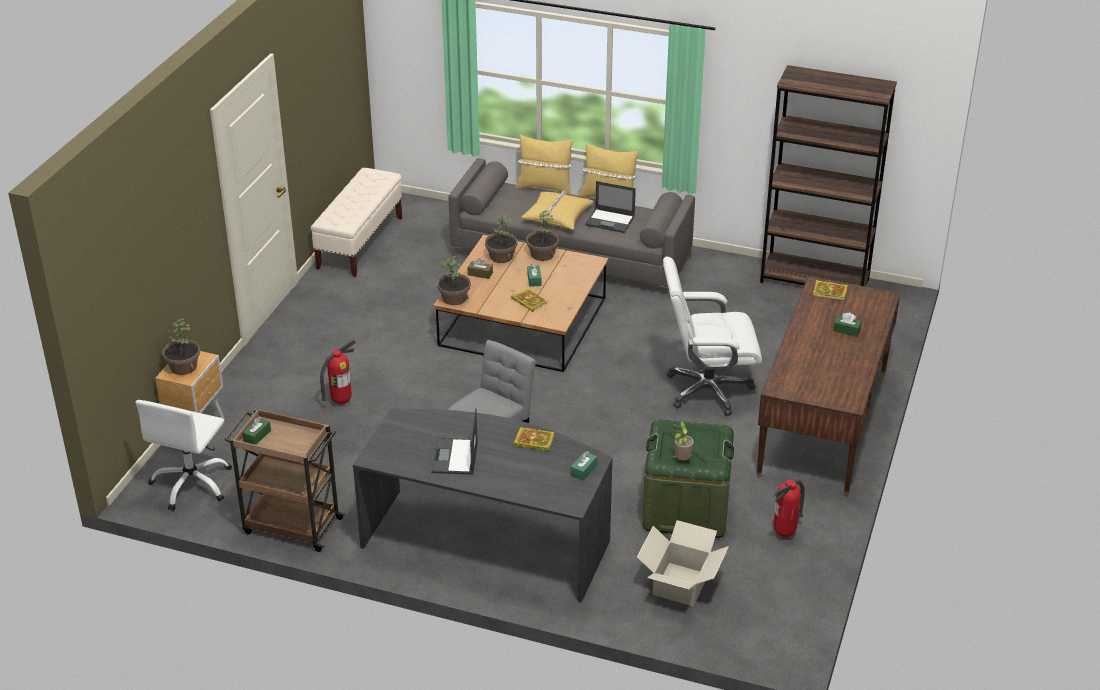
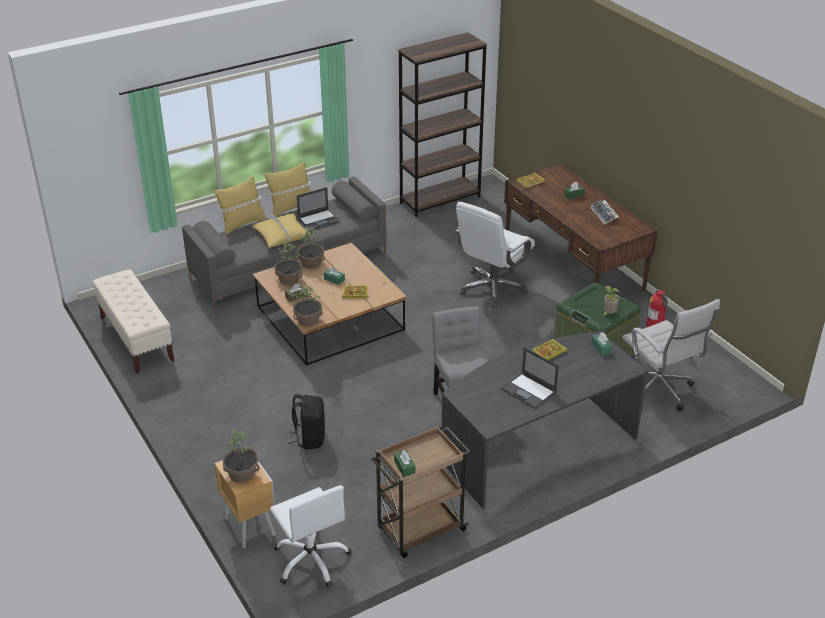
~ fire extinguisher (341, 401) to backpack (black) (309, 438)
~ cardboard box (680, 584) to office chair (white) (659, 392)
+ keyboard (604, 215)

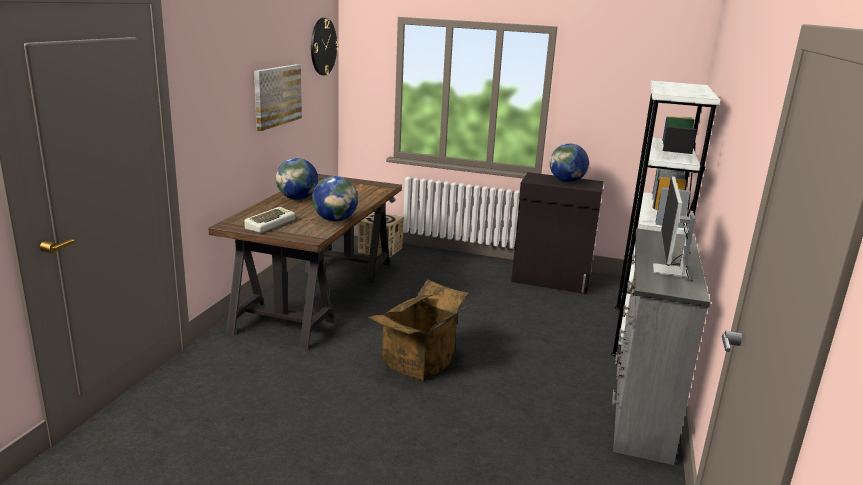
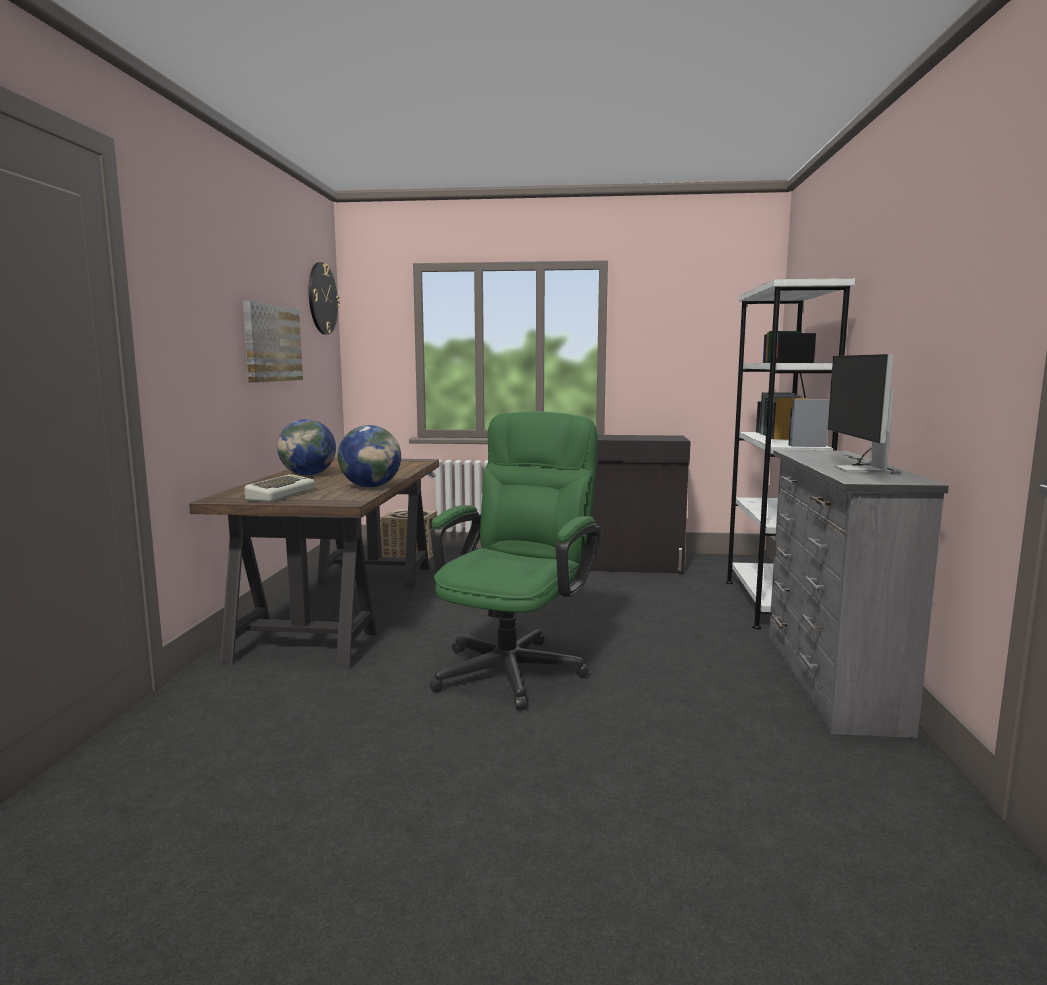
~ cardboard box (420, 363) to office chair (green) (516, 666)
- globe (566, 181)

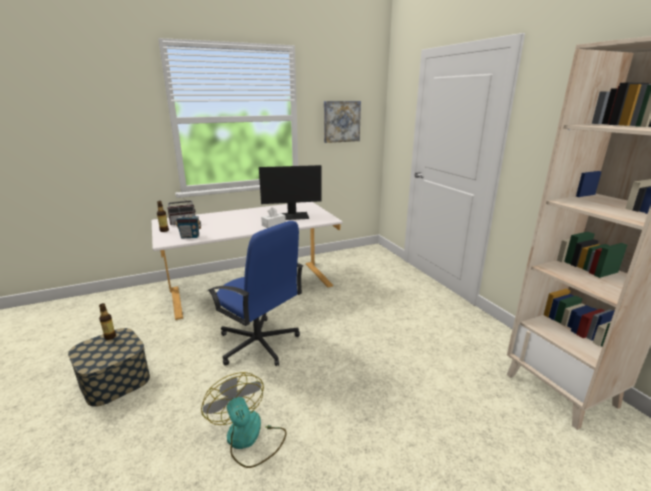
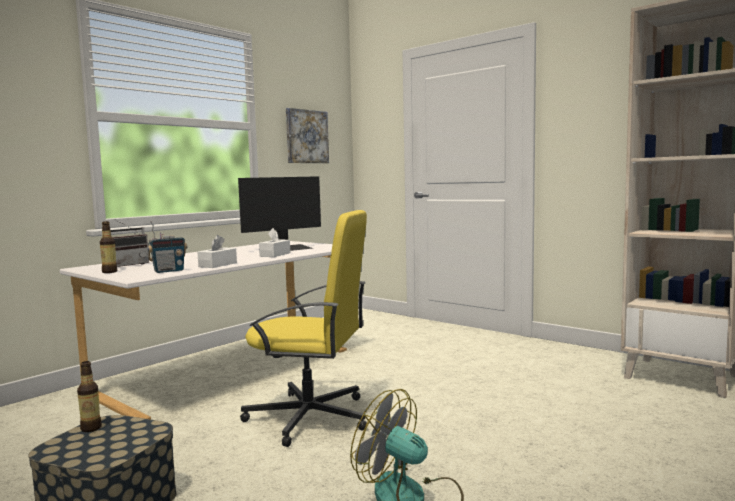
~ office chair (blue) (259, 344) to office chair (yellow) (310, 417)
+ tissue box (white) (218, 265)

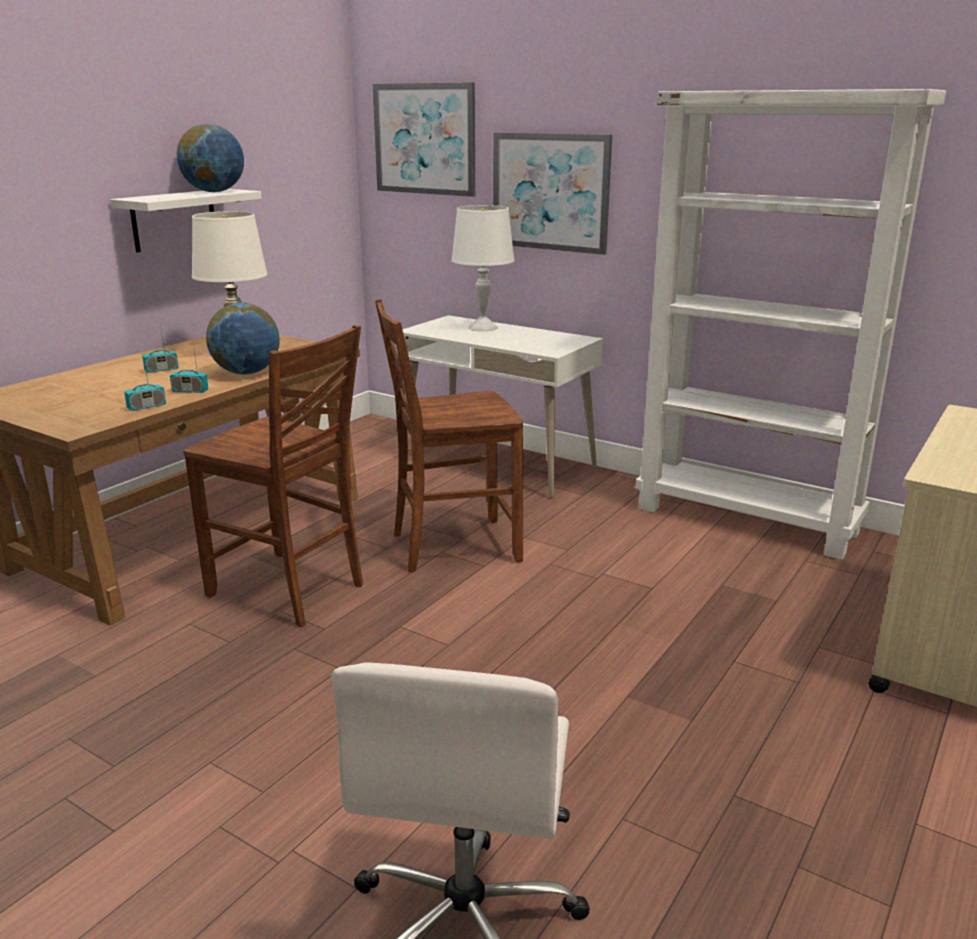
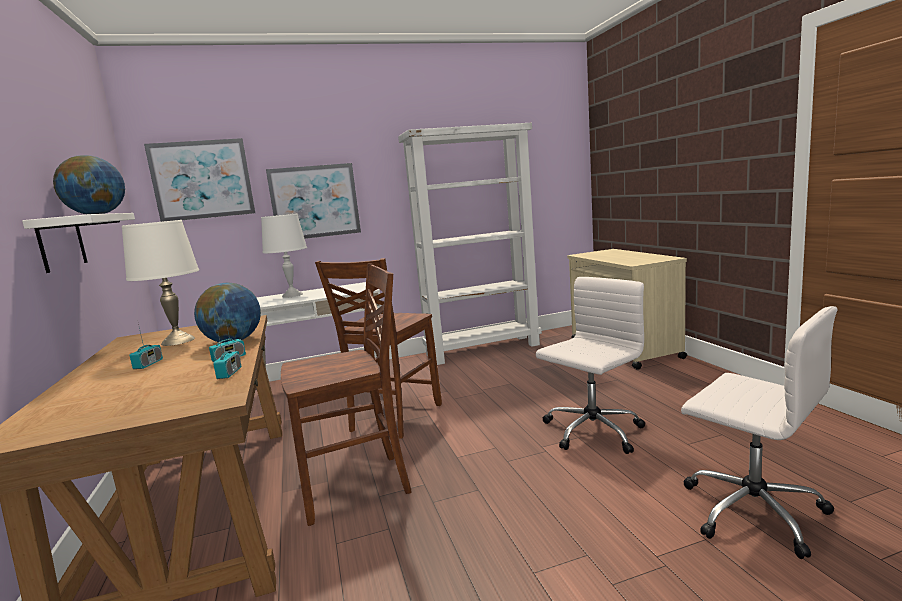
+ office chair (white) (591, 432)

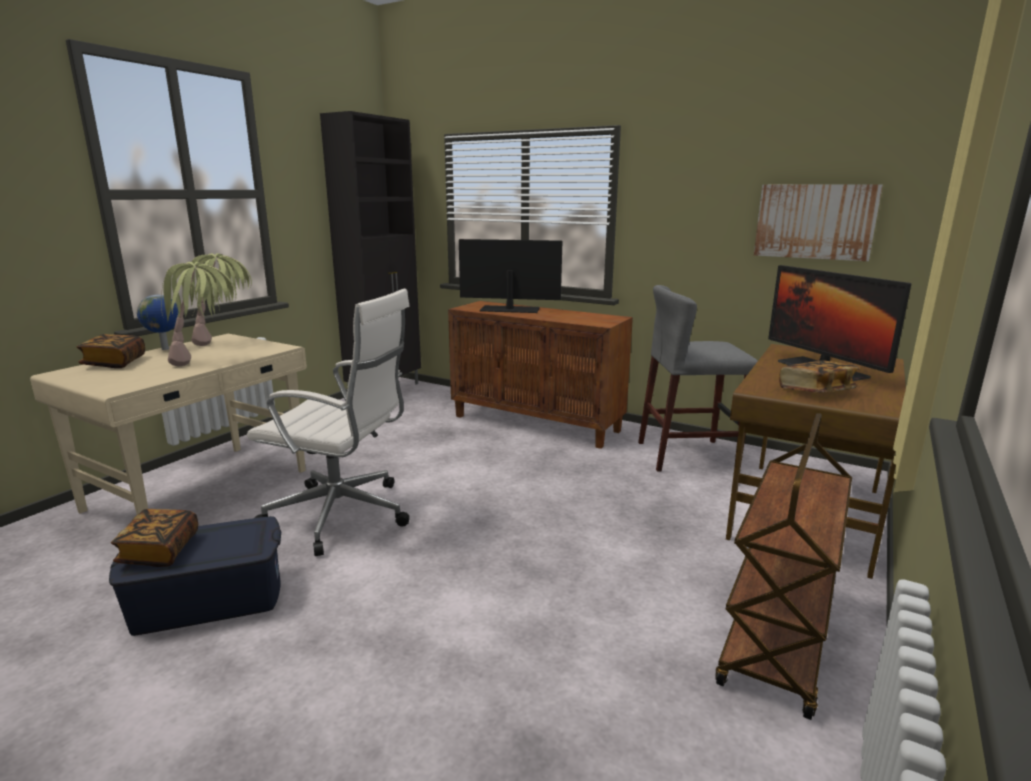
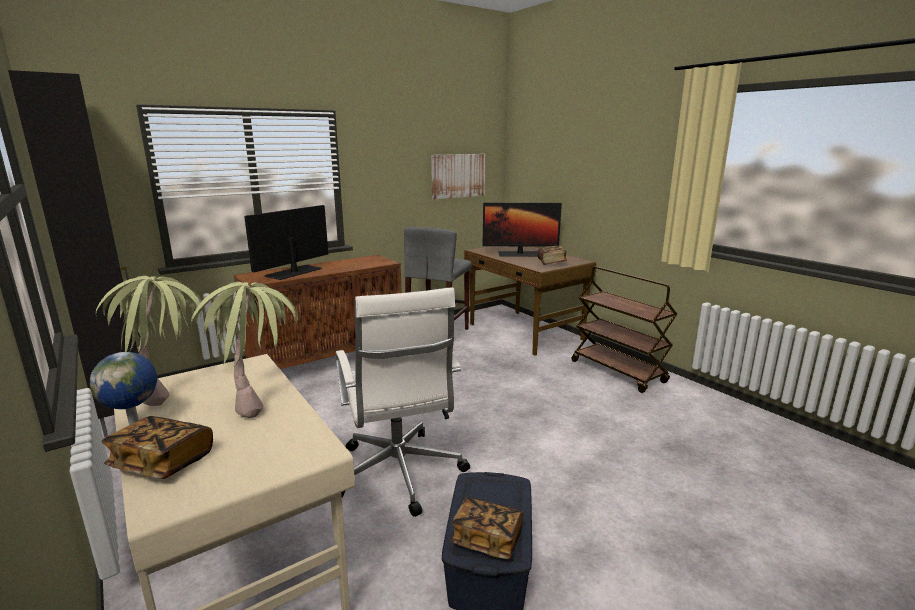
~ office chair (white) (343, 515) = (399, 474) 120 degrees clockwise

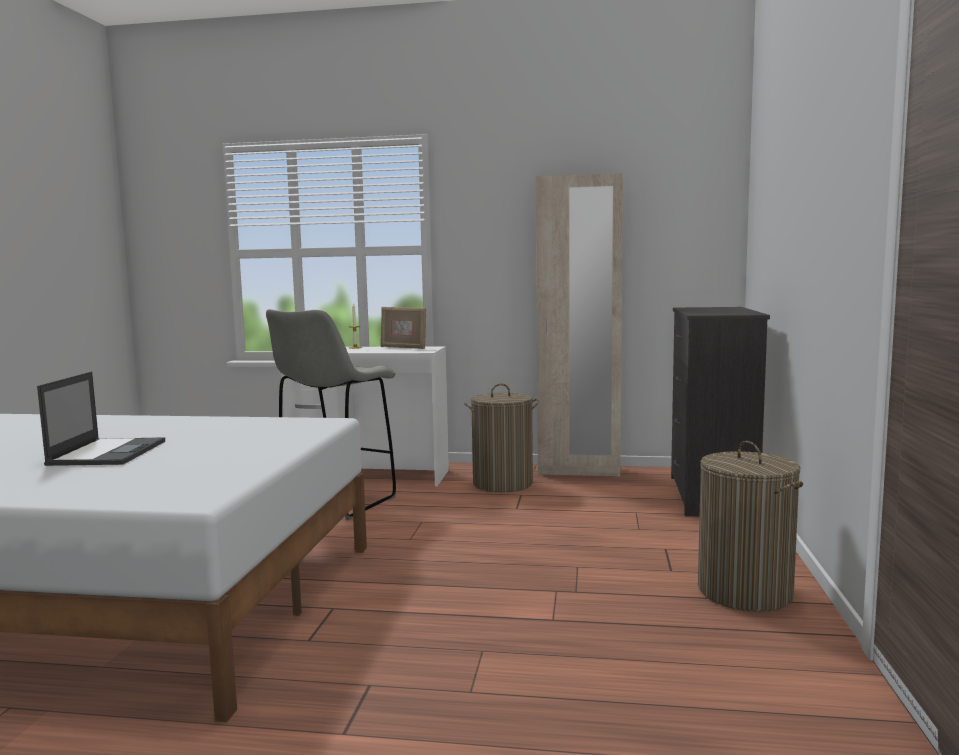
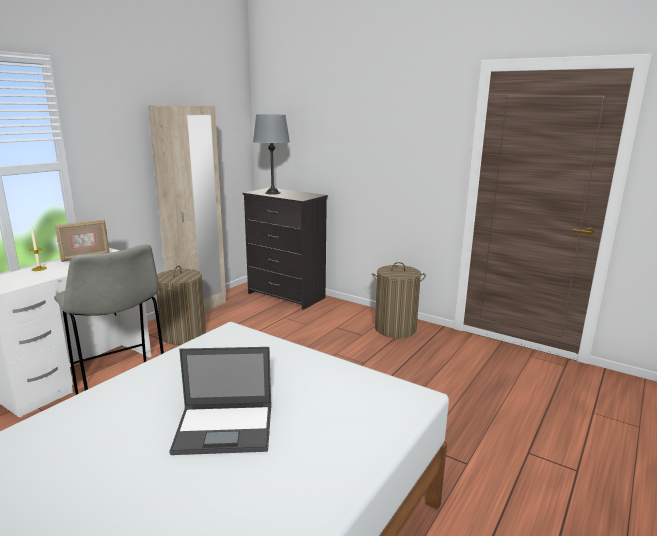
~ laptop (108, 452) = (225, 428) 150 degrees clockwise
+ table lamp (grey) (272, 193)

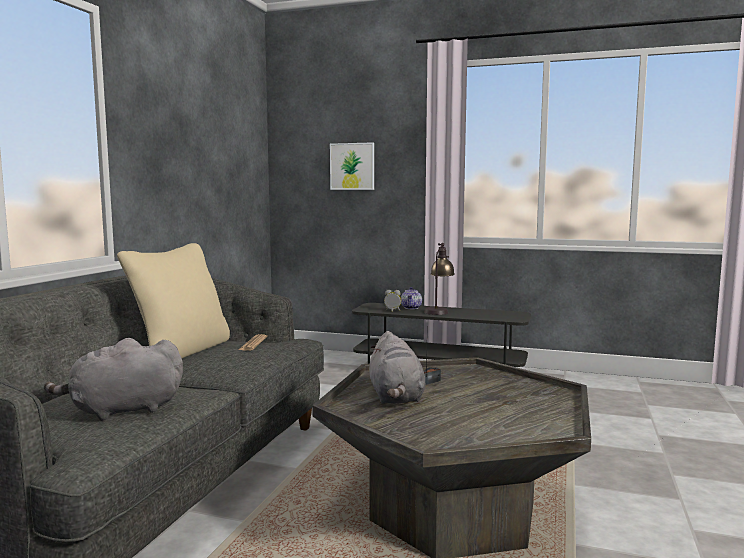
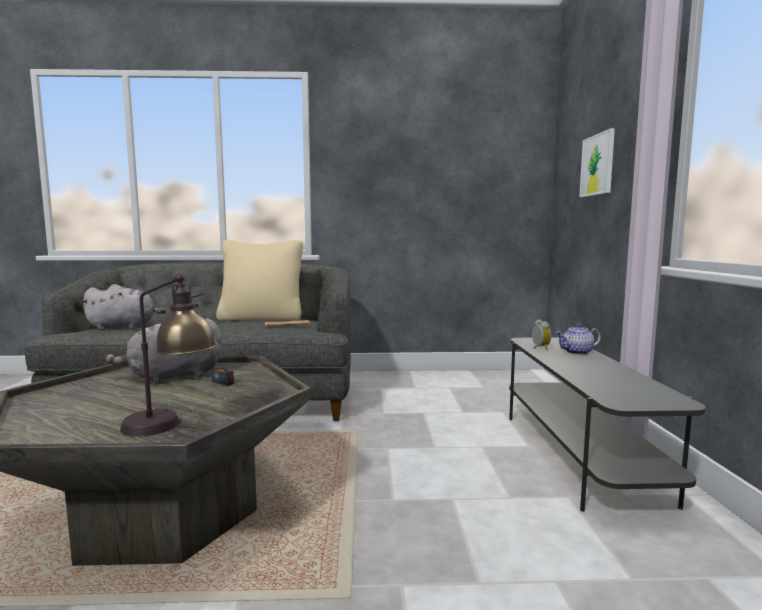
~ plush toy (grey) (122, 410) = (124, 327) 120 degrees clockwise
~ table lamp (438, 310) to (171, 426)

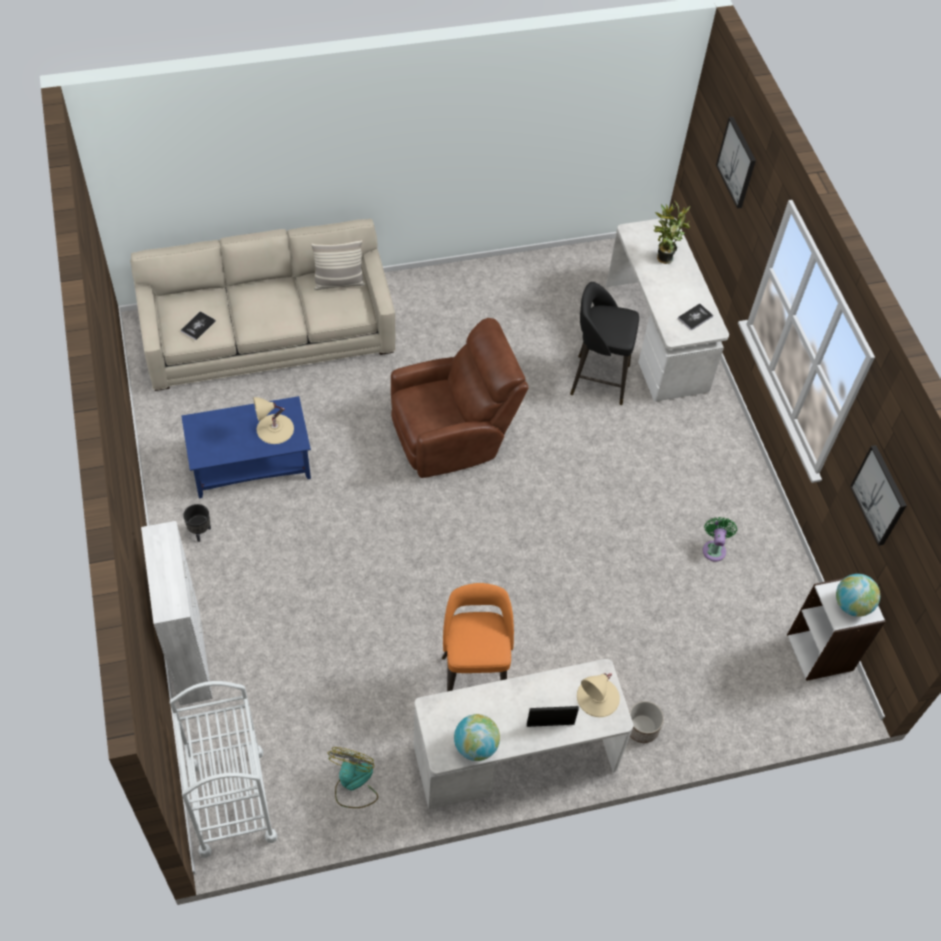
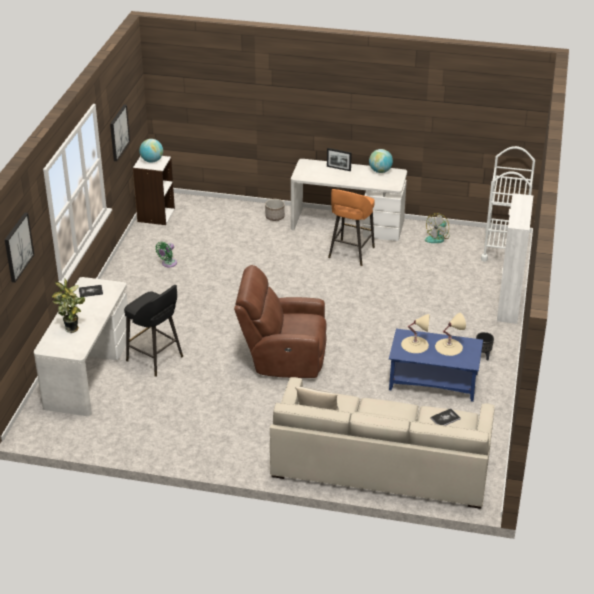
~ table lamp (beige) (598, 697) to (448, 347)

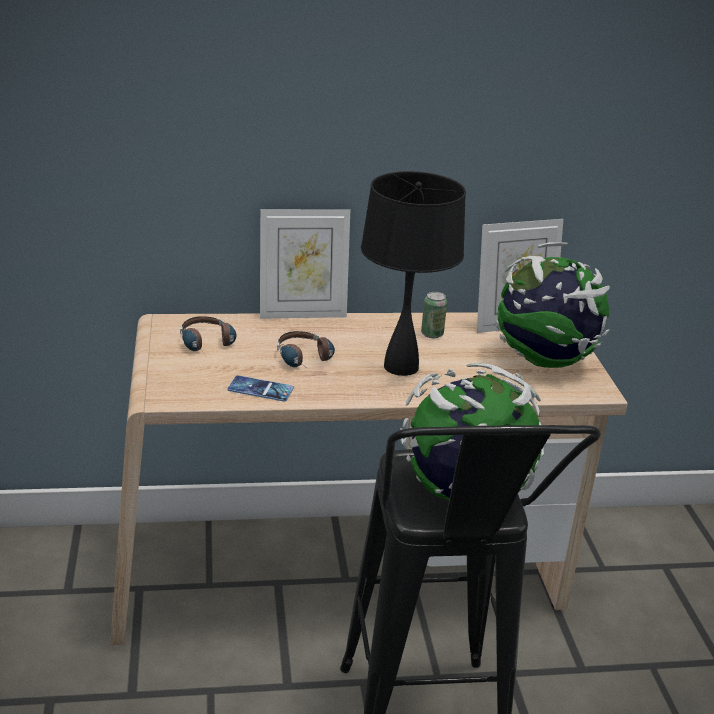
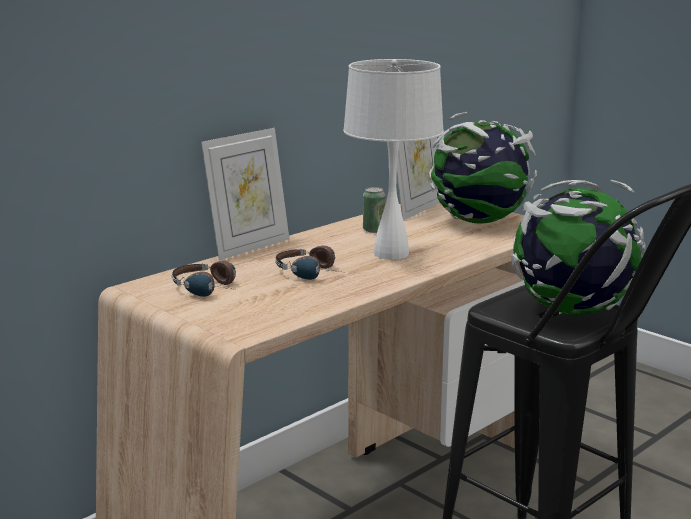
- phone (260, 389)
~ table lamp (black) (401, 366) to table lamp (white) (391, 253)

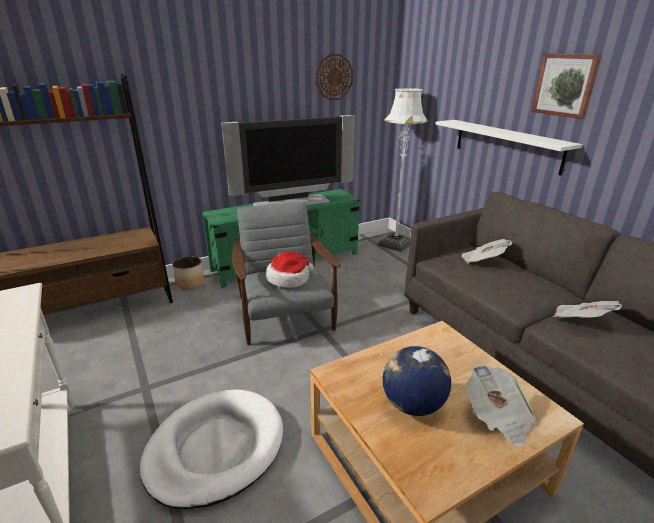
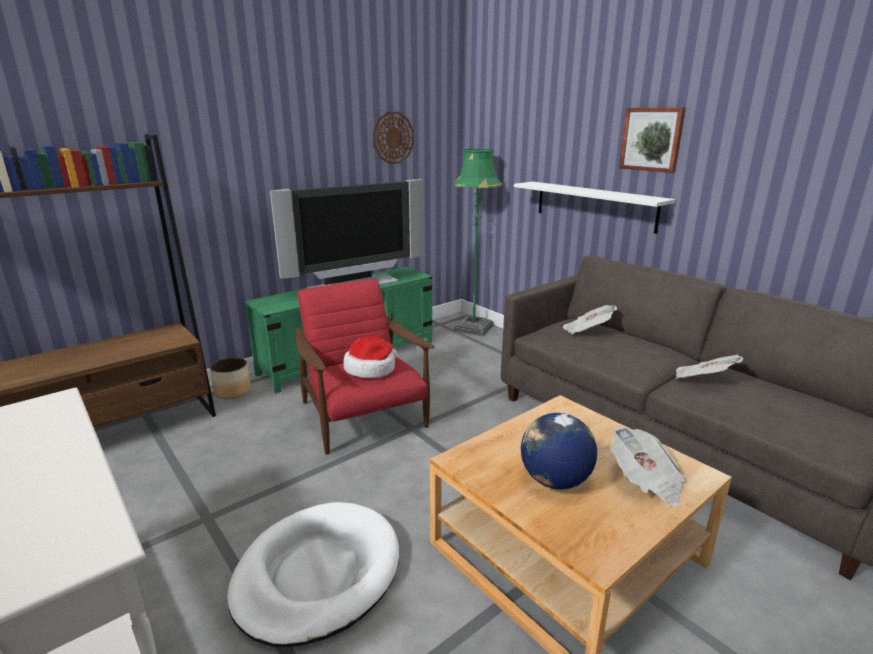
~ armchair (grey) (285, 315) to armchair (red) (363, 417)
~ floor lamp (white) (395, 244) to floor lamp (green) (473, 328)

